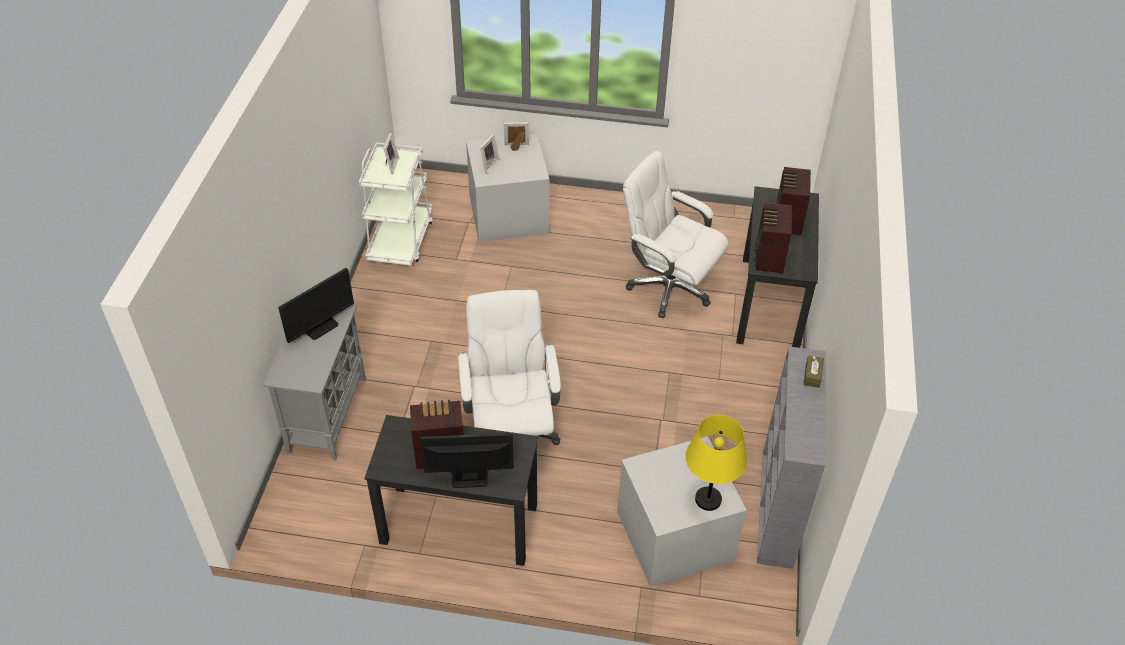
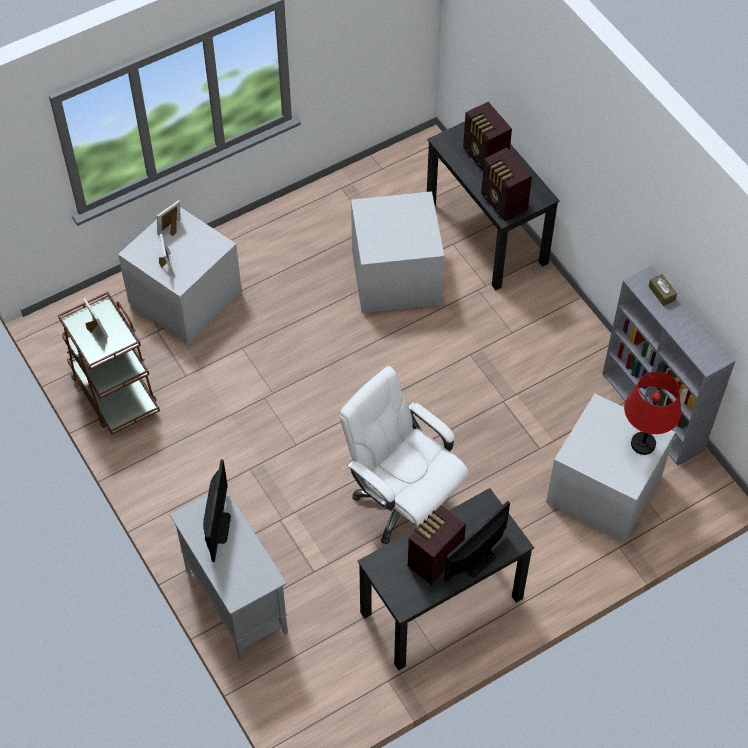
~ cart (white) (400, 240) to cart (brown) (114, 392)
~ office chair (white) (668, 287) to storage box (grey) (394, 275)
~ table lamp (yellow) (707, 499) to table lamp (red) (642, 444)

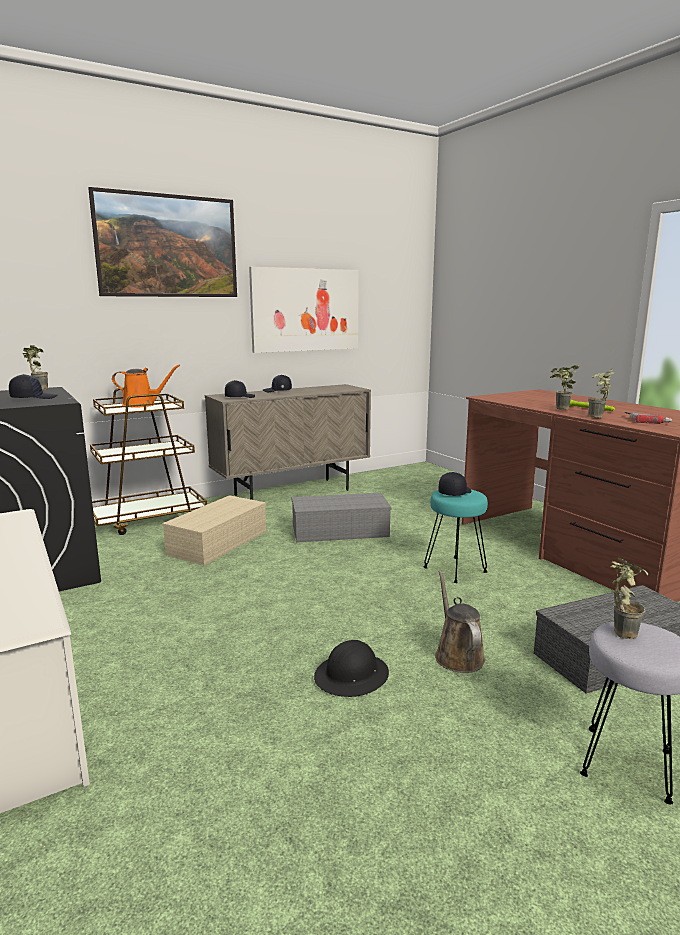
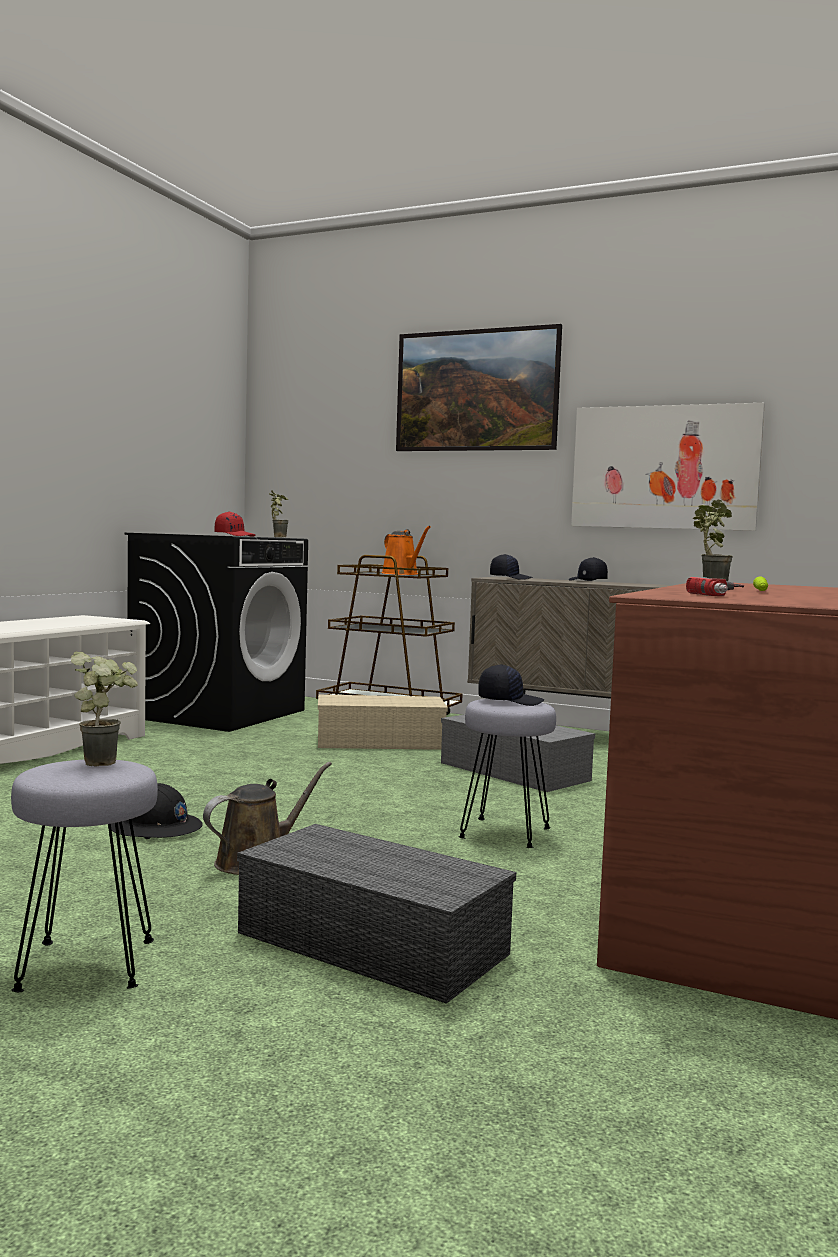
~ cap (black) (33, 398) to cap (red) (235, 535)
~ stool (turquoise) (454, 569) to stool (grey) (505, 832)
- potted plant (598, 418)

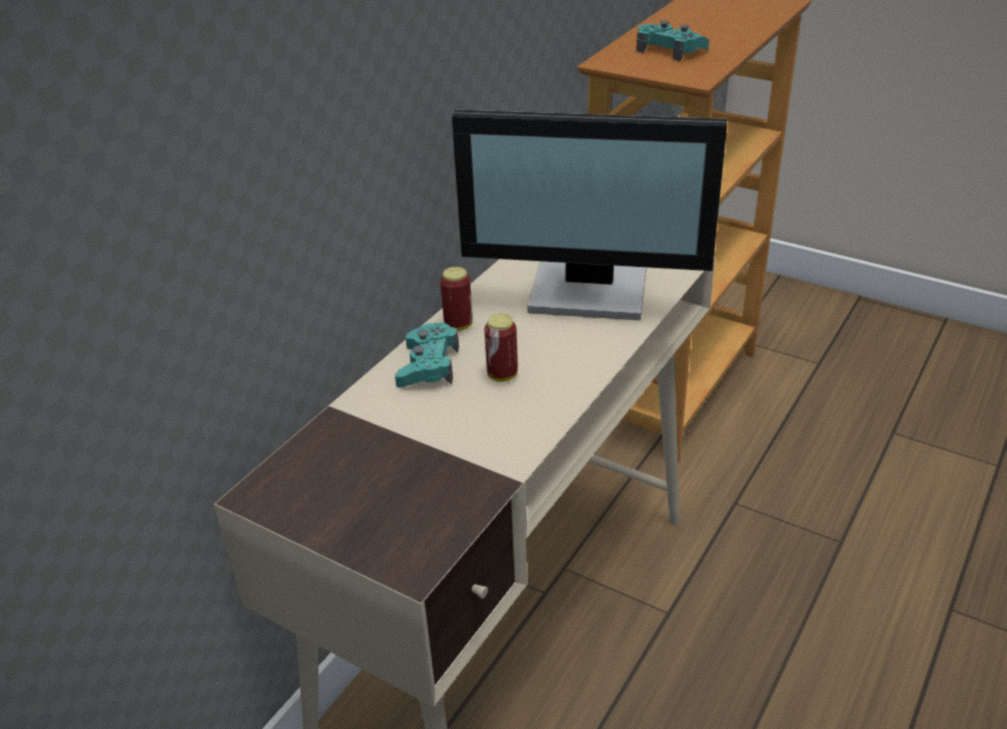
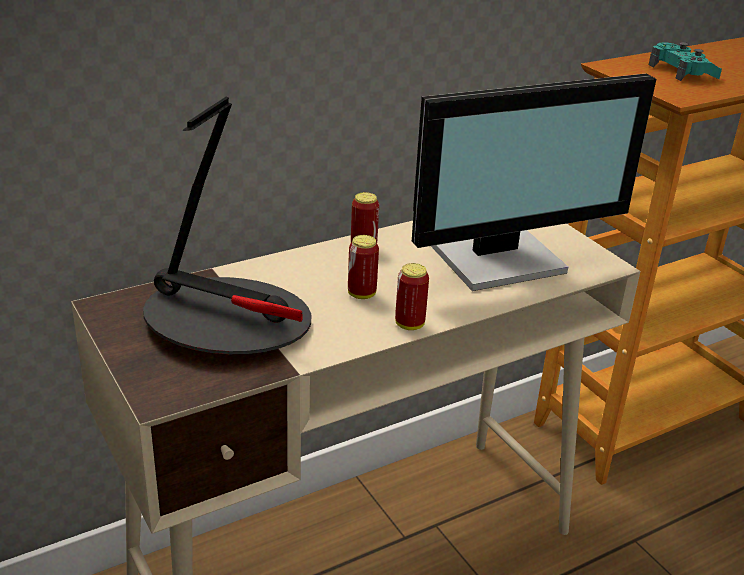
- game controller (turquoise) (428, 365)
~ monitor (590, 290) = (499, 259) 60 degrees counterclockwise
+ table lamp (228, 321)
+ can (409, 324)

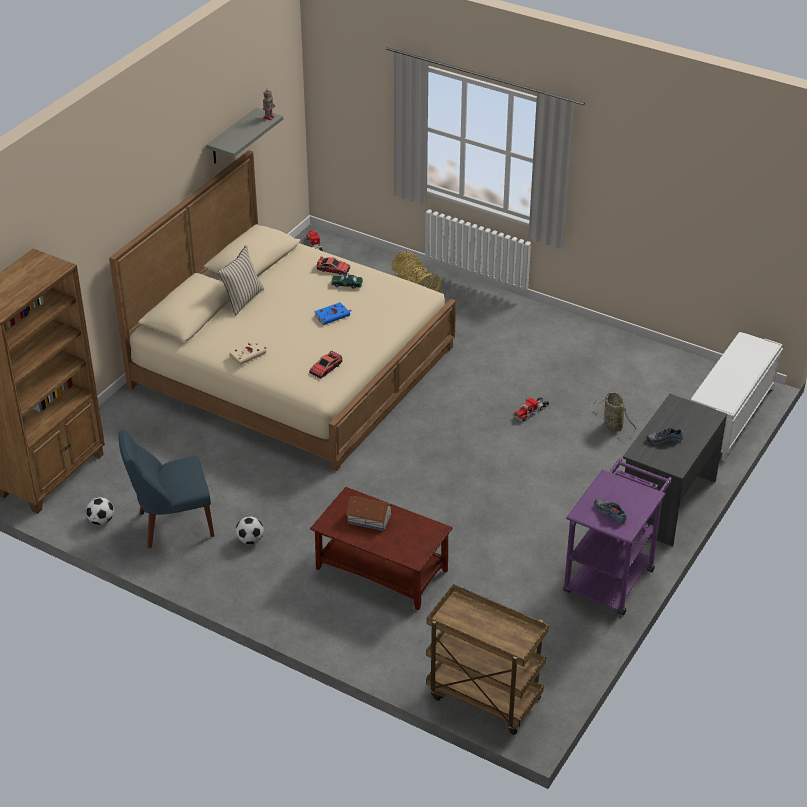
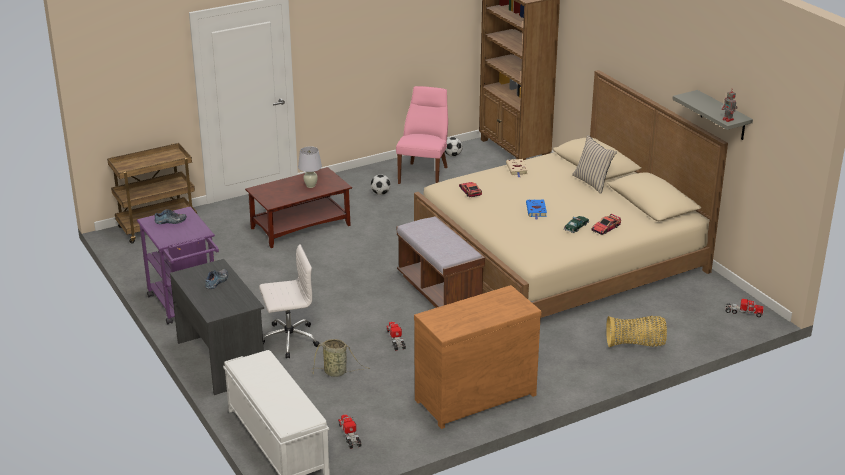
~ chair (blue) (172, 524) to chair (pink) (424, 174)
~ toy house (369, 519) to table lamp (white) (310, 186)
+ office chair (white) (288, 340)
+ toy truck (350, 435)
+ bench (brown) (439, 290)
+ dresser (brown) (473, 396)

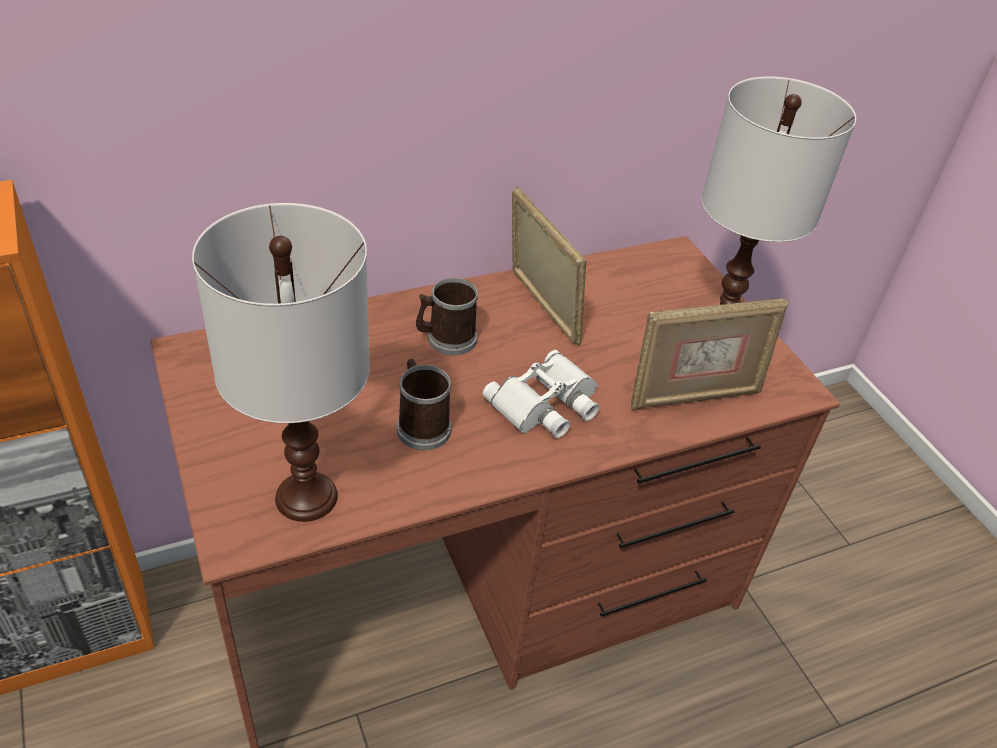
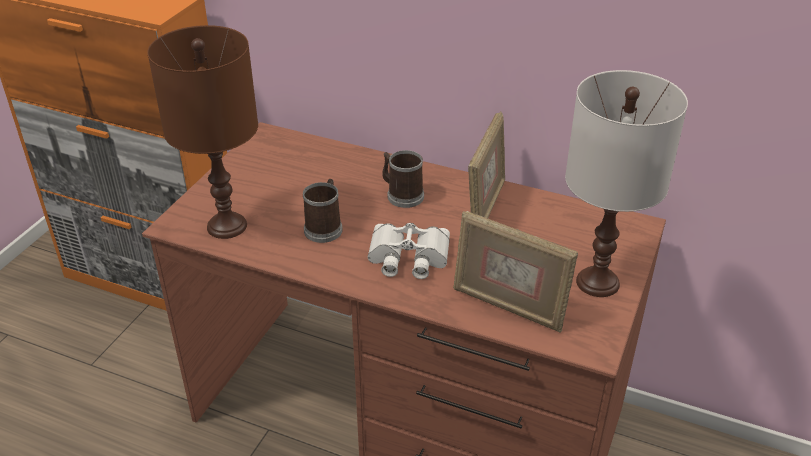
~ table lamp (white) (307, 497) to table lamp (brown) (227, 226)

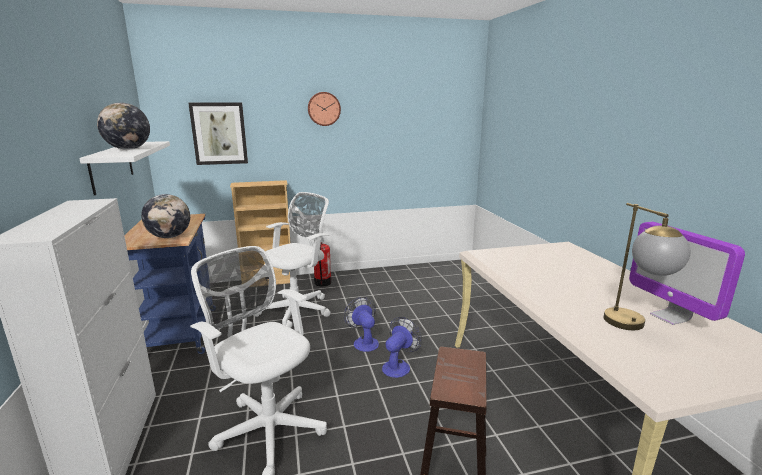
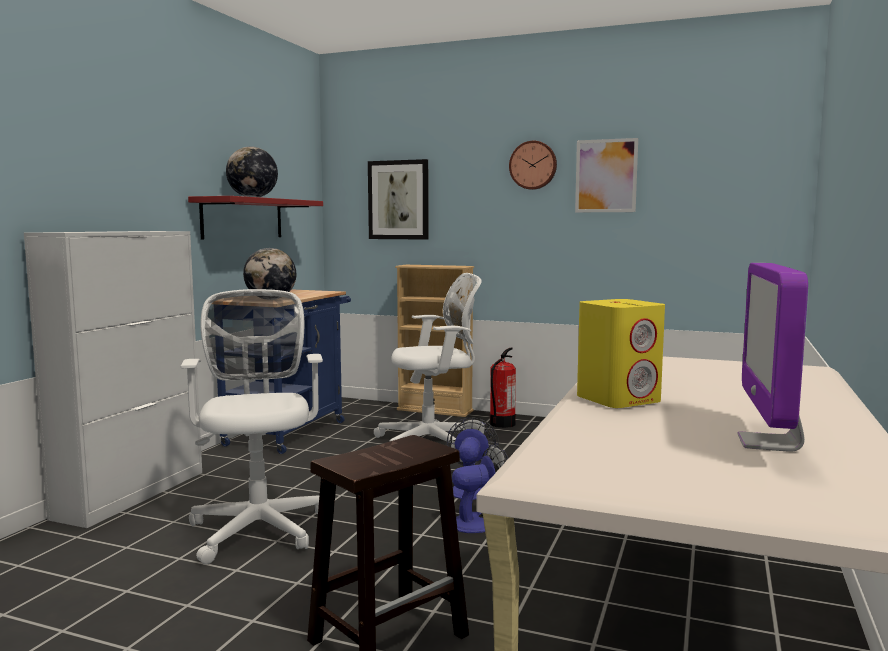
~ shelf (white) (112, 166) to shelf (red) (243, 218)
- table lamp (634, 328)
+ picture (606, 176)
+ speaker (yellow) (619, 399)

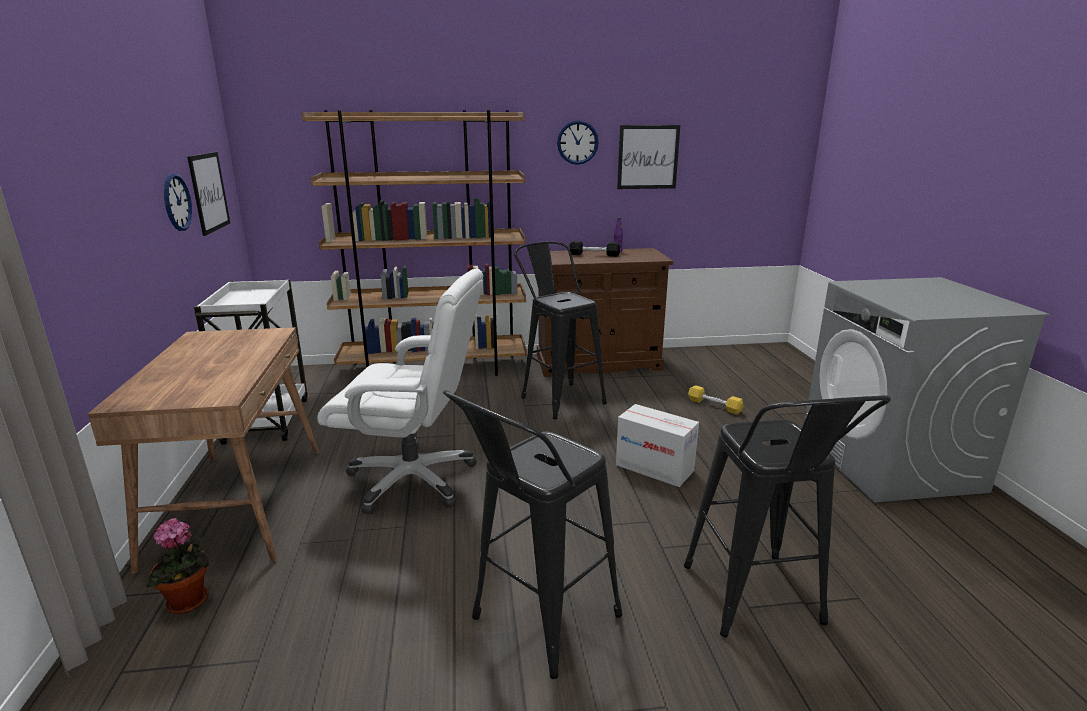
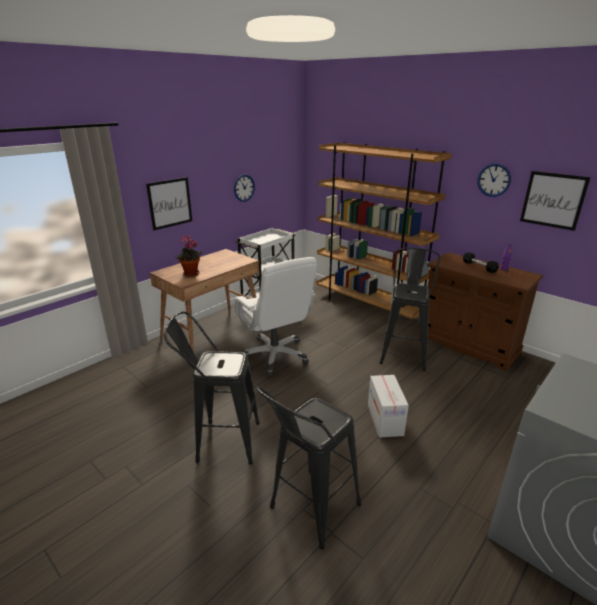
~ potted plant (189, 603) to (191, 274)
~ picture (209, 192) to (170, 203)
- dumbbell (yellow) (714, 406)

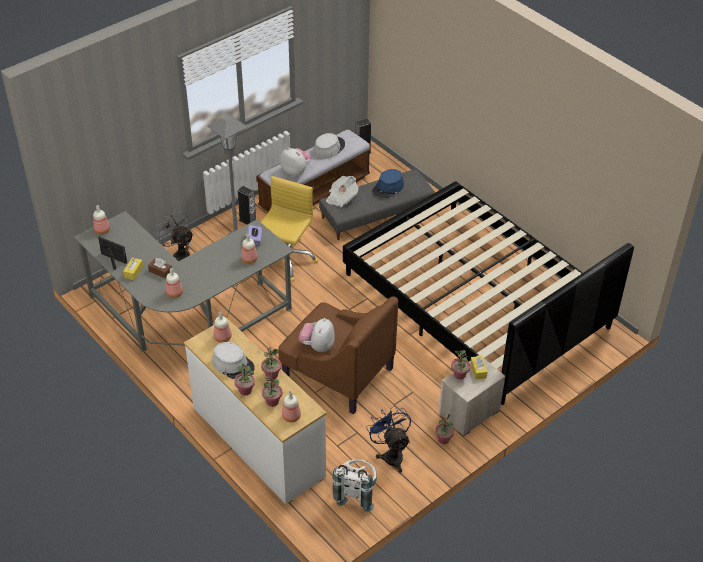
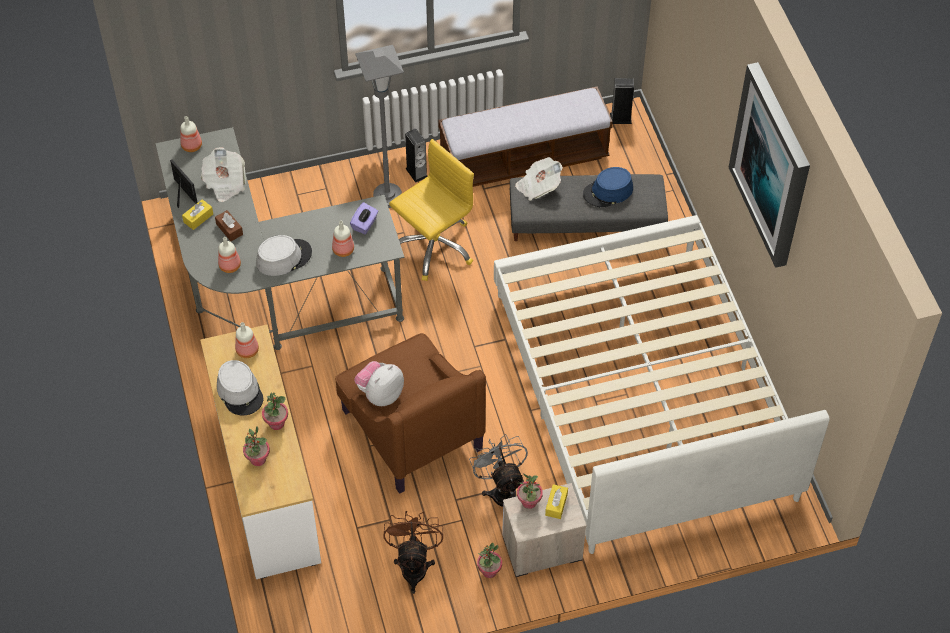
~ fan (grey) (179, 255) to (501, 490)
- potted plant (245, 390)
- plush toy (296, 171)
- bottle (291, 416)
~ hat (grey) (329, 148) to (284, 257)
- backpack (white) (356, 493)
~ bed (black) (475, 301) to bed (white) (642, 394)
~ fan (blue) (391, 454) to fan (brown) (414, 565)
+ newspaper (225, 183)
+ picture (772, 165)

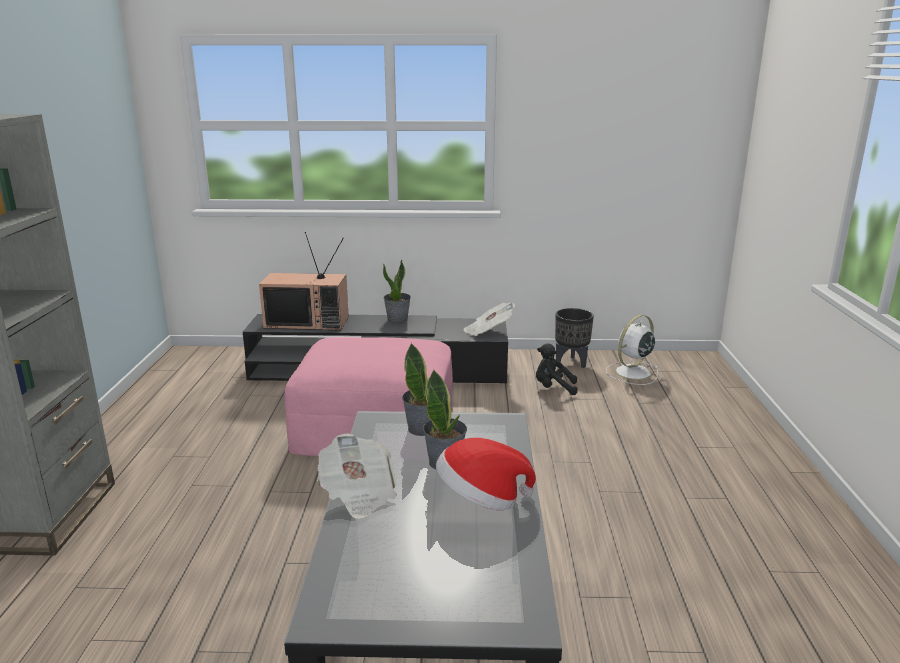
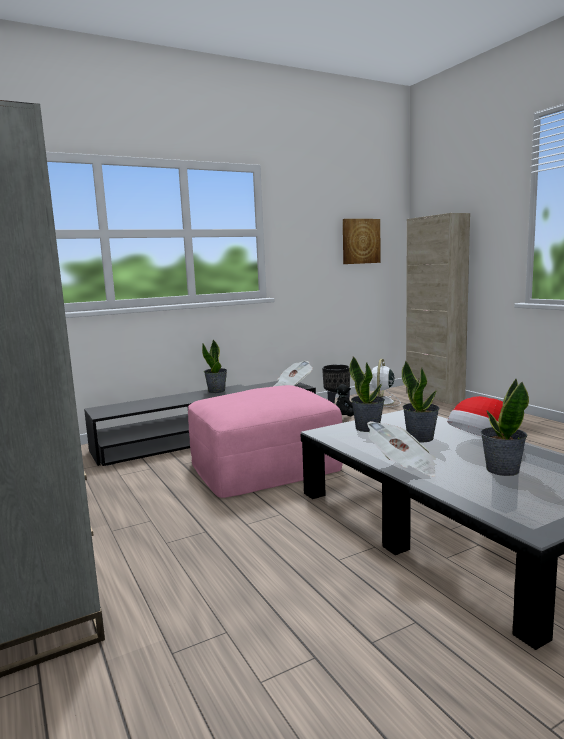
- television (308, 322)
+ picture (360, 241)
+ cabinet (beige) (434, 396)
+ potted plant (502, 470)

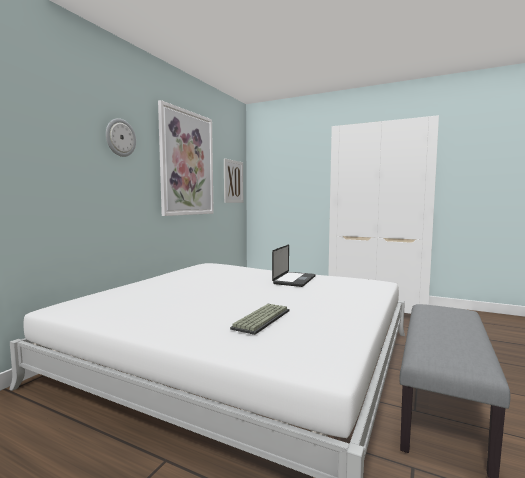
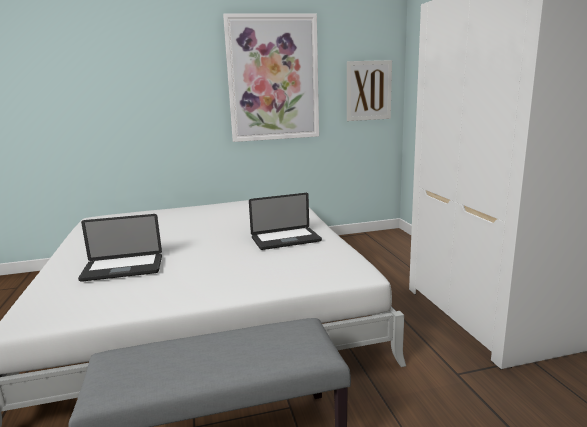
- wall clock (120, 138)
~ keyboard (261, 319) to laptop (123, 268)

